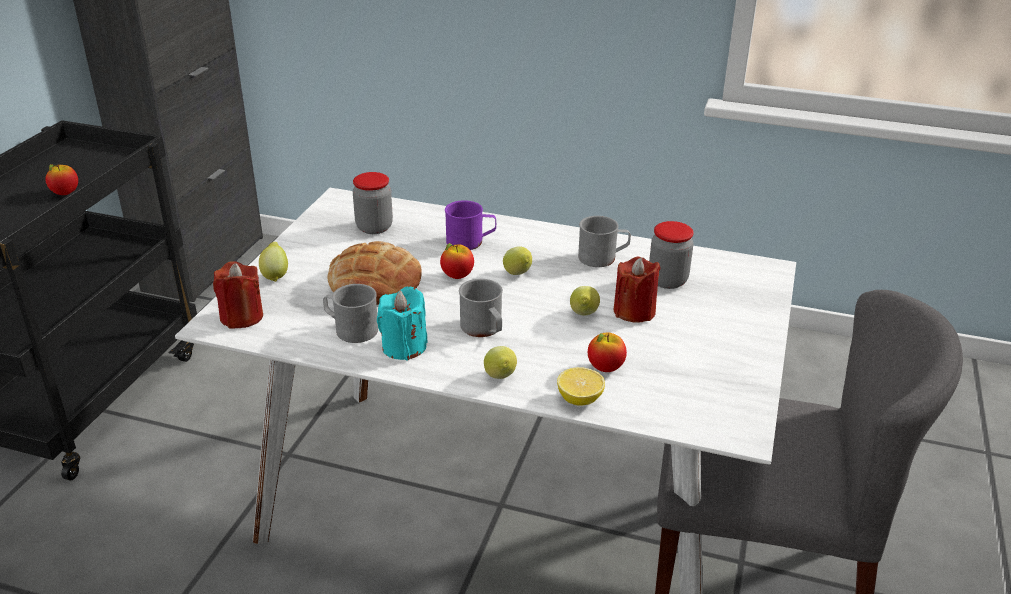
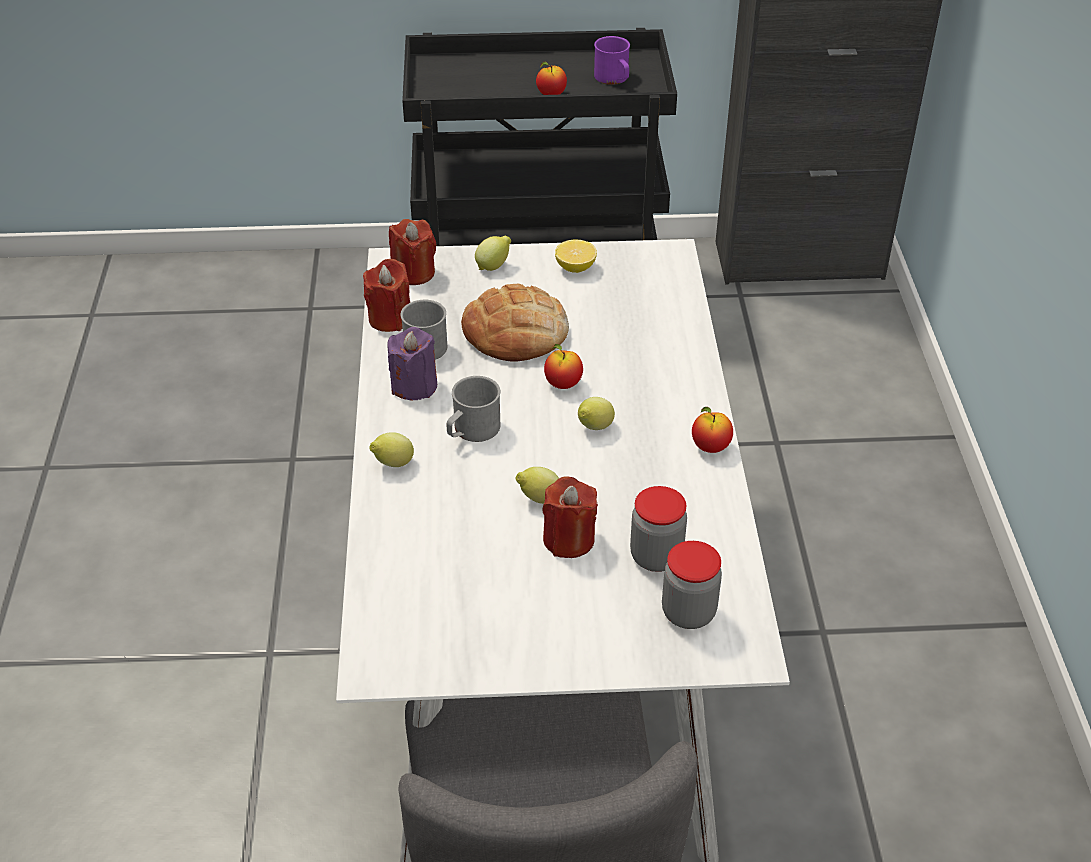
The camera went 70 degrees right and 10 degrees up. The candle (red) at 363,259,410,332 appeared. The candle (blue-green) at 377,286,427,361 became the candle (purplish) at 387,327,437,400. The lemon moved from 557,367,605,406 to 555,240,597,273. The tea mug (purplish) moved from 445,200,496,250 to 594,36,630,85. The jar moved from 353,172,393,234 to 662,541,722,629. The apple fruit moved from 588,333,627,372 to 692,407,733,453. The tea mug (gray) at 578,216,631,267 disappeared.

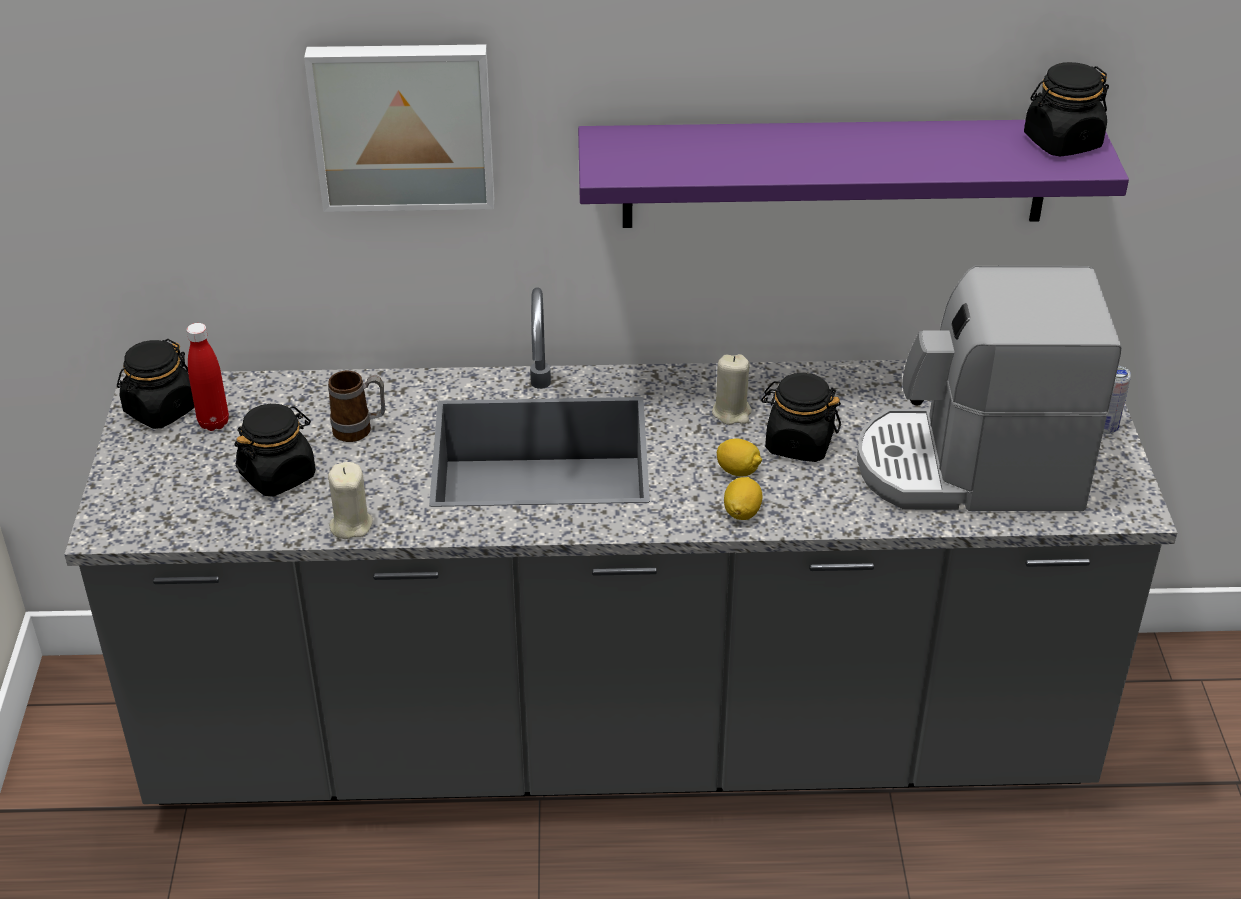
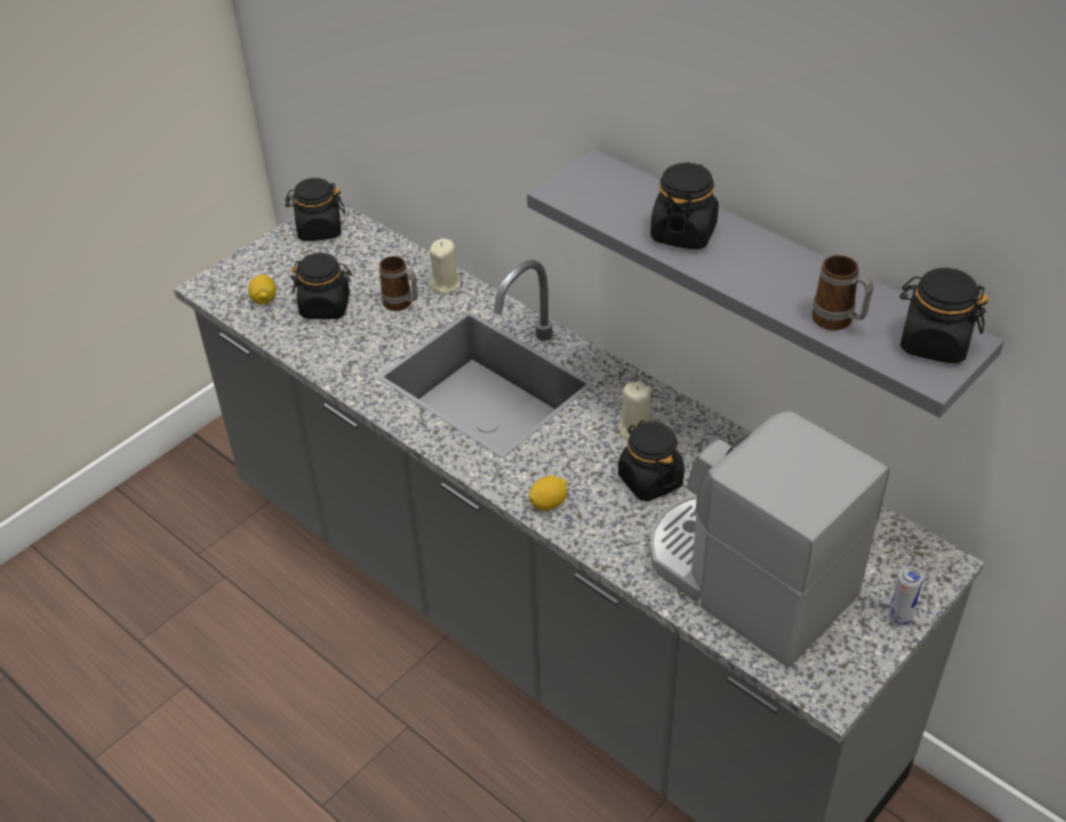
The camera went 45 degrees right and 5 degrees up. The lemon moved from 717,438,762,476 to 248,275,276,304. The candle (beige) moved from 328,462,373,539 to 429,238,461,294. The shelf (purplish) at 578,120,1129,228 became the shelf (gray) at 527,149,1004,418. The jar (black) at 650,162,719,250 appeared. The tea mug at 812,255,874,330 appeared. The bottle (red) at 187,323,229,431 disappeared. The wall art at 304,44,494,212 disappeared.

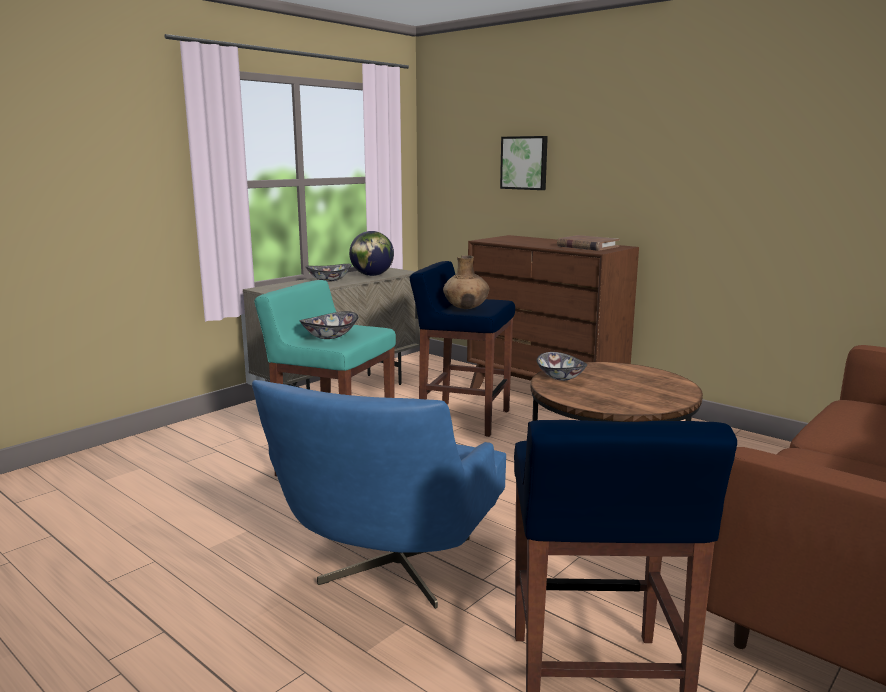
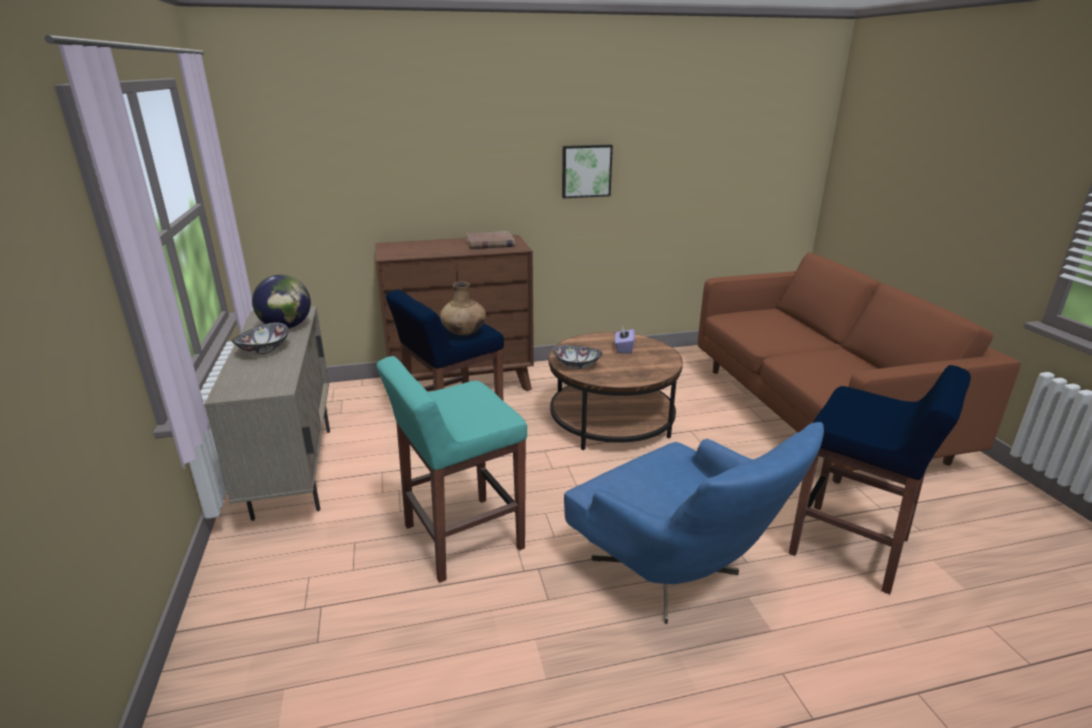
The camera went 55 degrees left and 10 degrees up. The wall art moved from 500,136,548,190 to 562,145,613,198. The tissue holder (purplish) at 615,327,635,354 appeared. The deep dish at 300,311,358,339 disappeared.

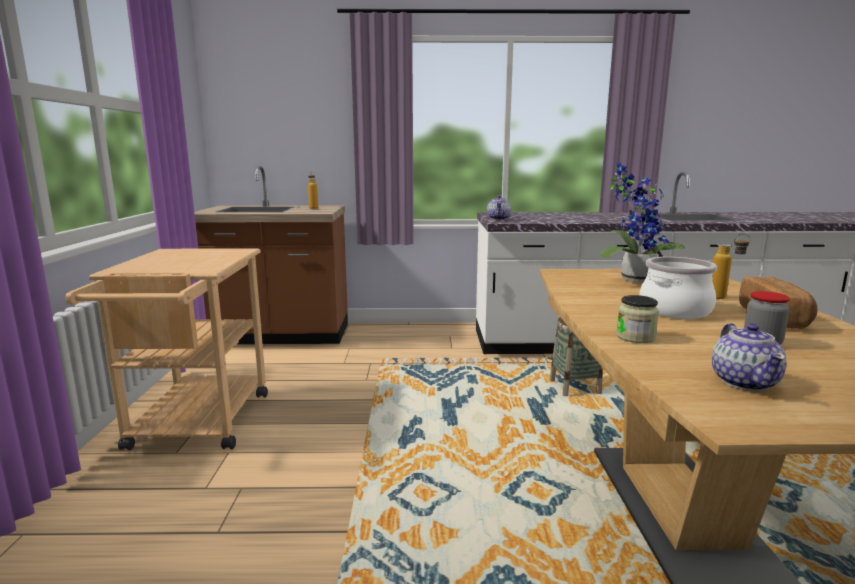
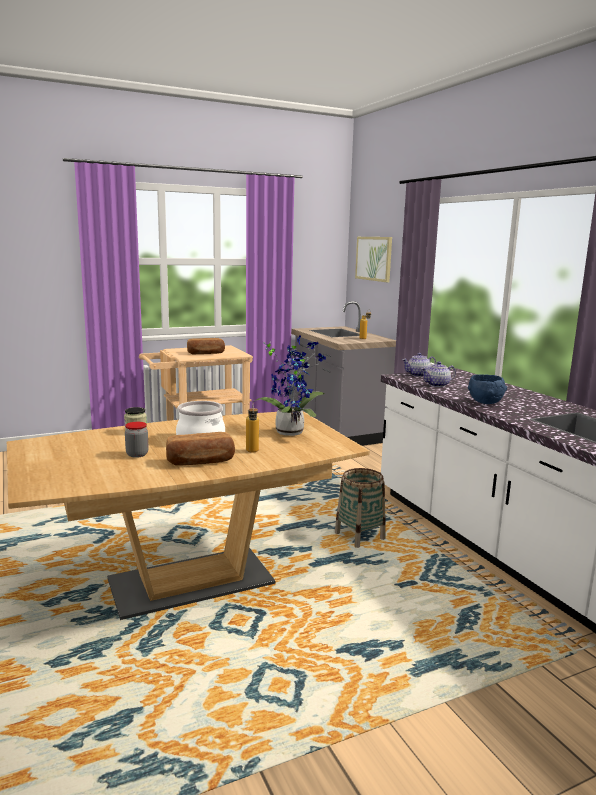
The camera went 65 degrees right and 0 degrees up. The baked bread at 187,338,225,354 appeared. The kitchen counter (brown-coloured) at 194,166,348,344 became the kitchen counter (gray) at 291,301,396,446. The wall art at 355,237,392,282 appeared. The pot for tea moved from 712,323,786,391 to 421,362,456,387. The deep dish (blue) at 468,374,507,404 appeared.

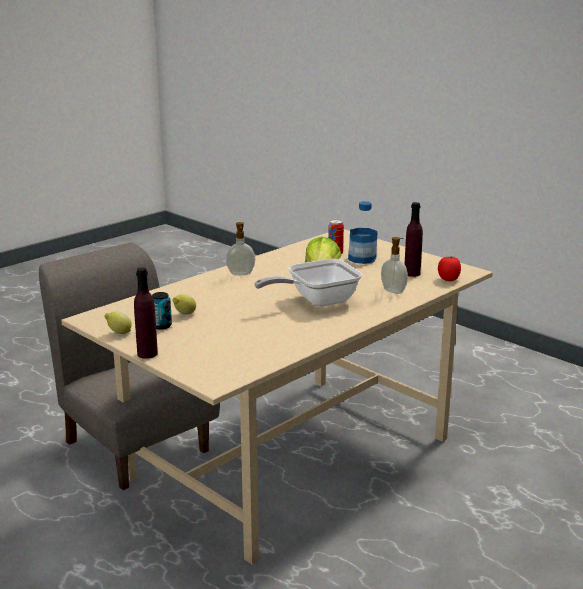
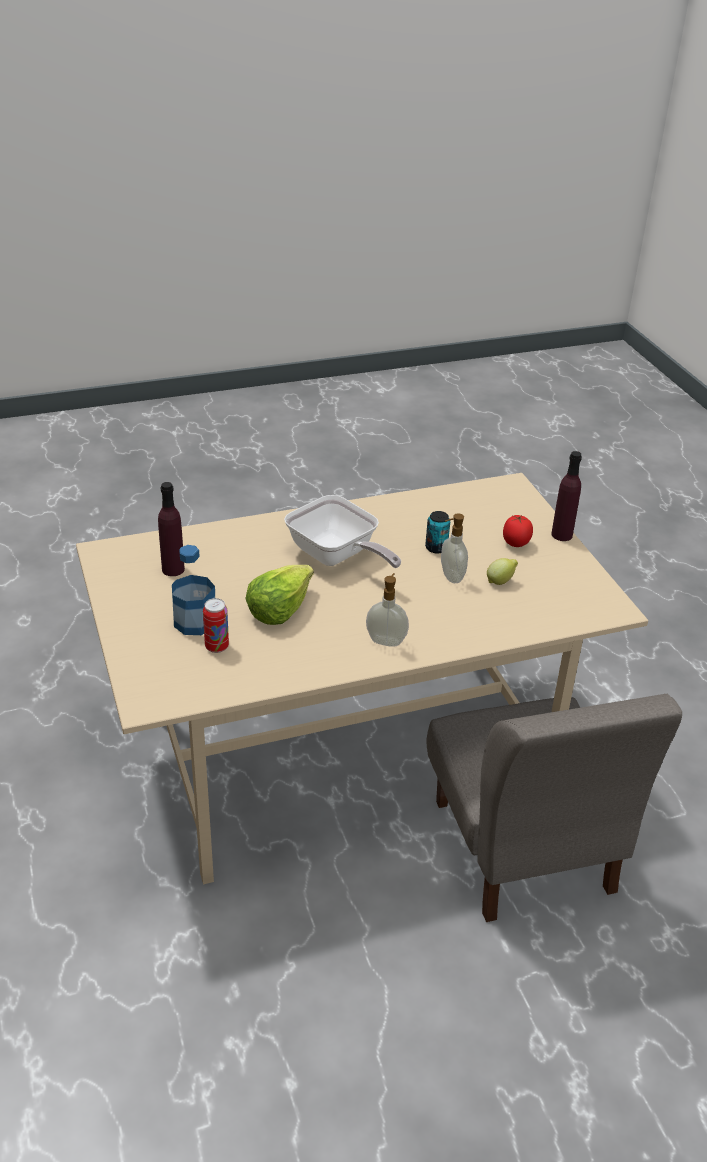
The camera went 155 degrees left and 15 degrees up. The pan at 254,259,362,307 turned 45 degrees clockwise. The metal can moved from 152,292,172,330 to 425,511,450,553. The soap bottle moved from 381,237,408,294 to 441,513,468,583. The tomato moved from 438,256,461,281 to 503,515,533,547. The lemon at 104,312,132,334 disappeared.

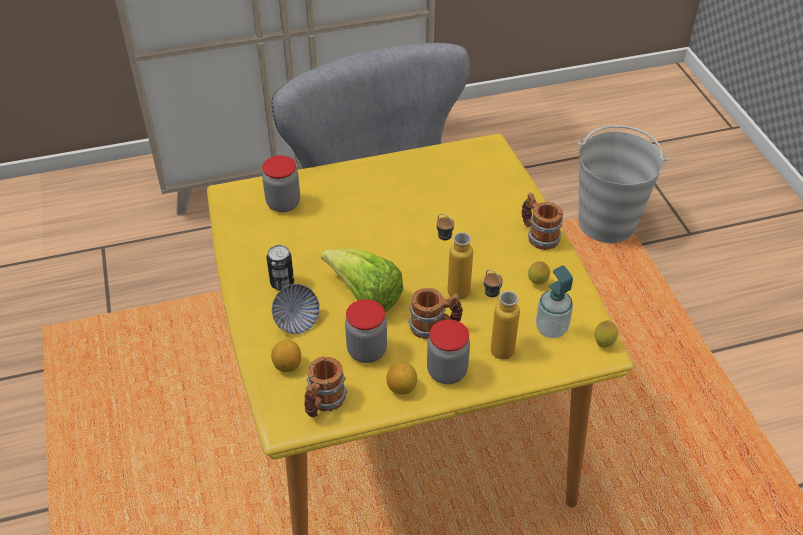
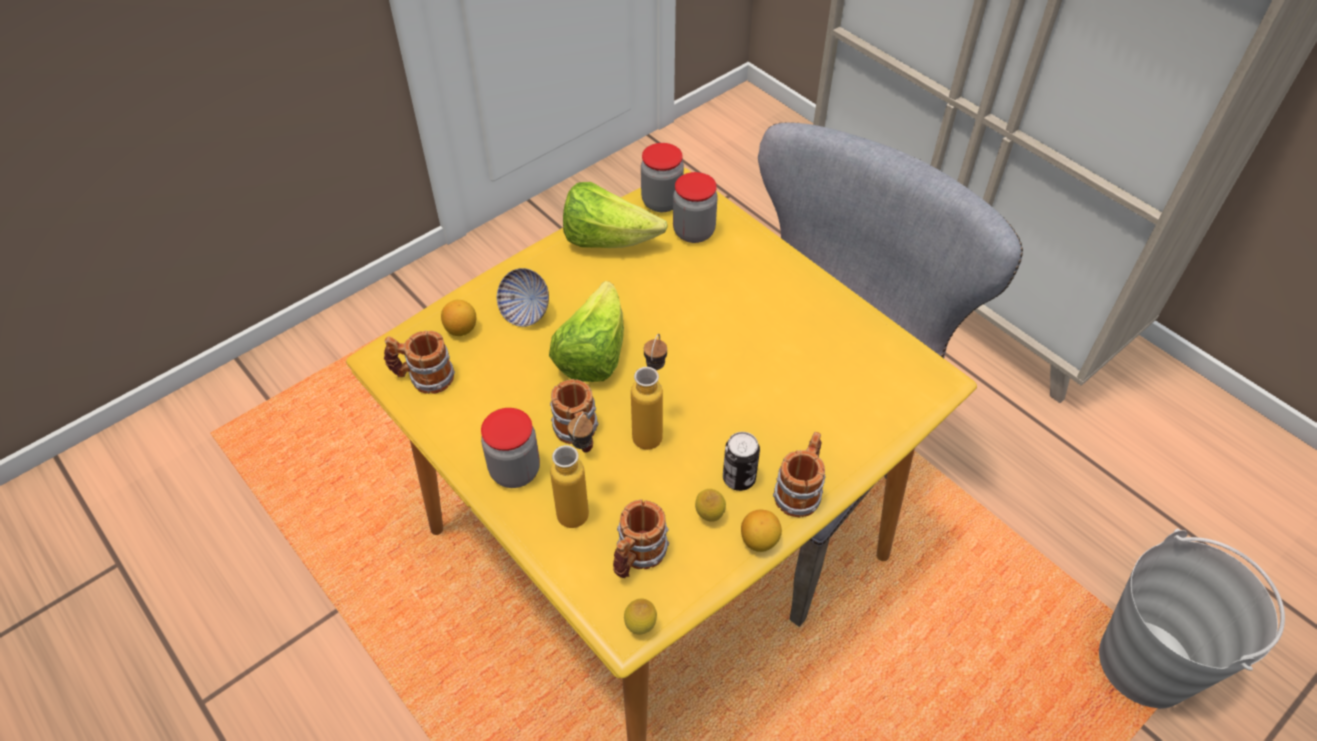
The camera went 65 degrees right and 5 degrees up. The head of lettuce at 563,182,668,248 appeared. The soap bottle at 536,265,573,338 was replaced by the tea mug at 613,499,669,578. The jar moved from 345,299,387,363 to 641,143,684,212. The metal can moved from 266,245,294,290 to 723,432,760,491. The lemon moved from 386,362,417,395 to 741,510,782,552.

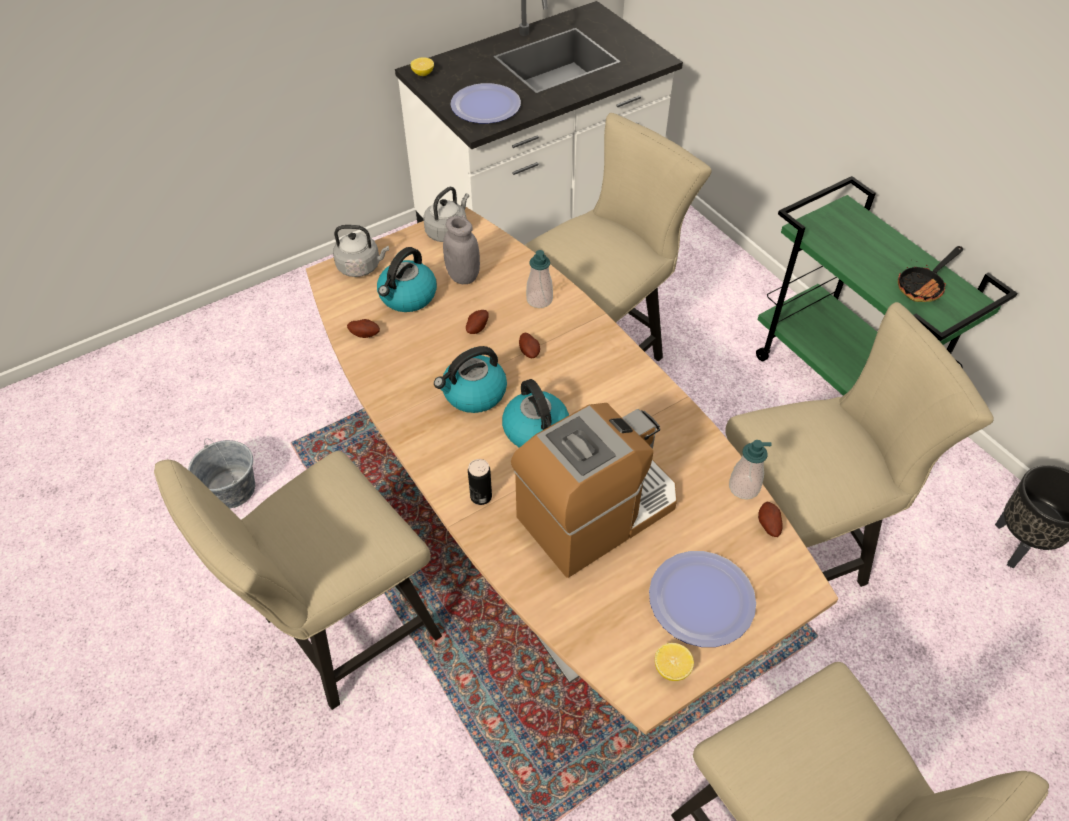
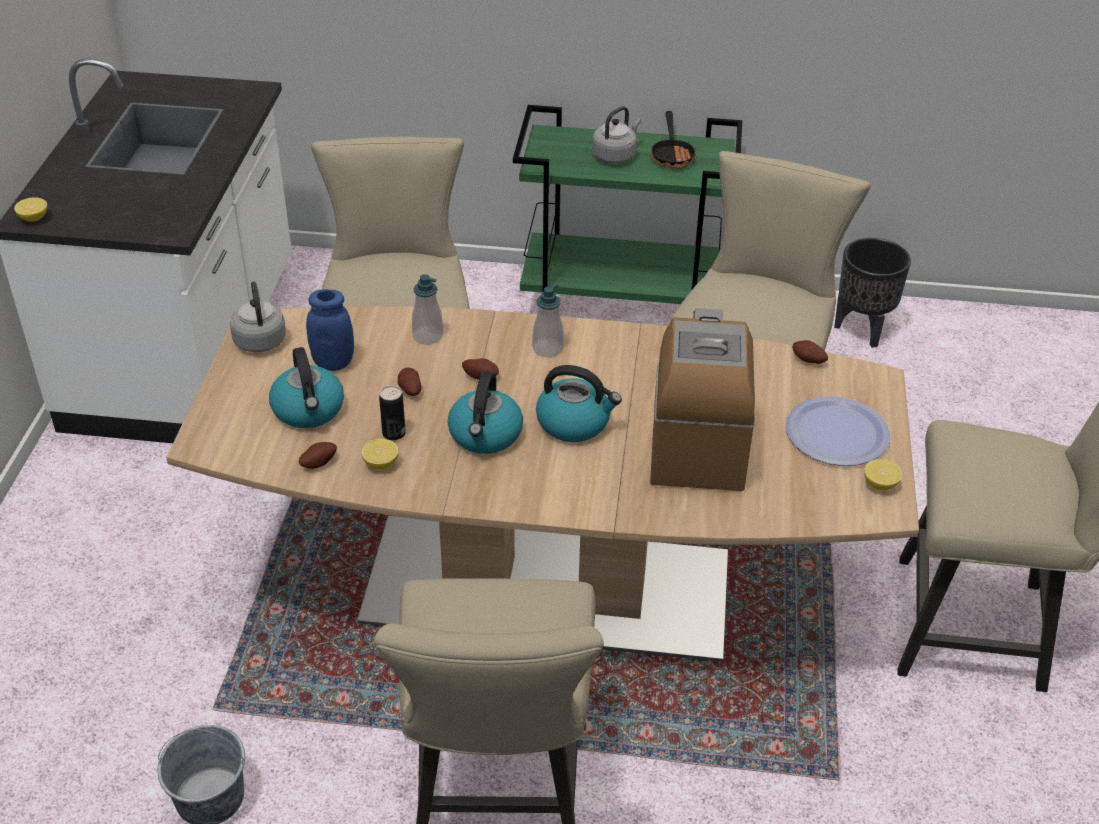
The camera went 50 degrees left and 10 degrees down. The jar (gray) at 443,216,480,284 became the jar (blue) at 306,289,354,371. The lemon at 362,439,398,469 appeared. The metal can moved from 468,459,492,505 to 379,386,406,440. The soap bottle moved from 729,440,772,500 to 532,283,564,357. The tea kettle (gray) moved from 333,225,389,277 to 592,106,641,164. The dinner plate at 450,83,521,124 disappeared.

